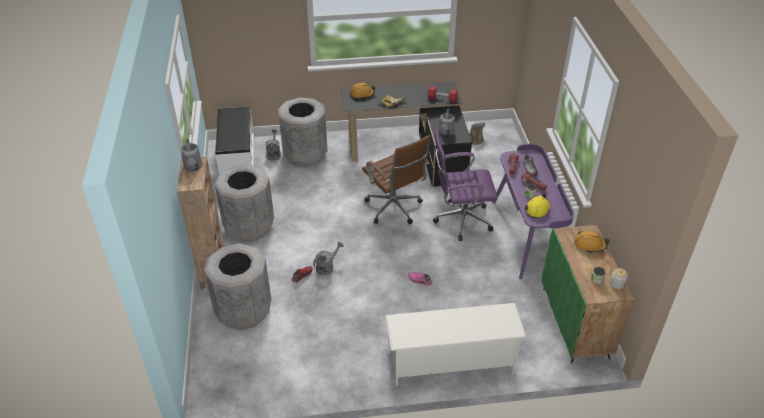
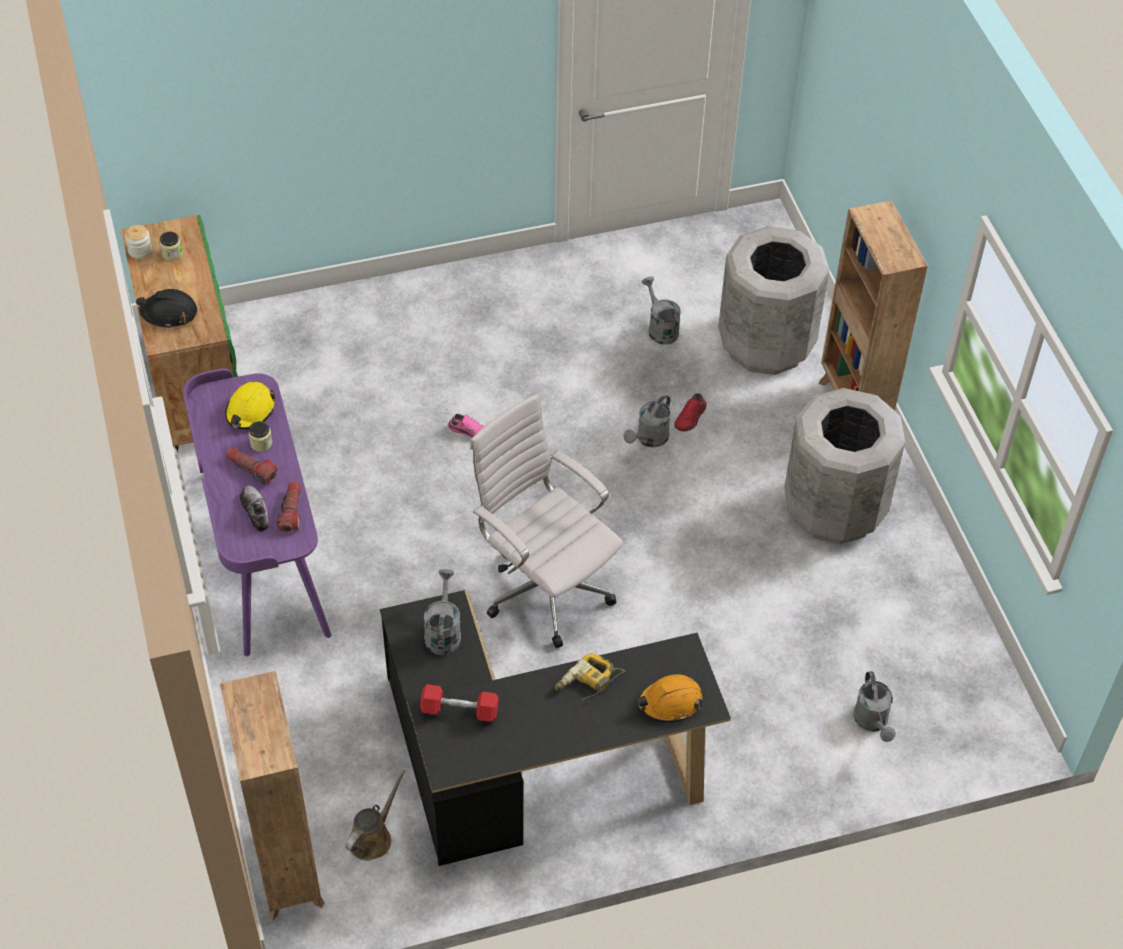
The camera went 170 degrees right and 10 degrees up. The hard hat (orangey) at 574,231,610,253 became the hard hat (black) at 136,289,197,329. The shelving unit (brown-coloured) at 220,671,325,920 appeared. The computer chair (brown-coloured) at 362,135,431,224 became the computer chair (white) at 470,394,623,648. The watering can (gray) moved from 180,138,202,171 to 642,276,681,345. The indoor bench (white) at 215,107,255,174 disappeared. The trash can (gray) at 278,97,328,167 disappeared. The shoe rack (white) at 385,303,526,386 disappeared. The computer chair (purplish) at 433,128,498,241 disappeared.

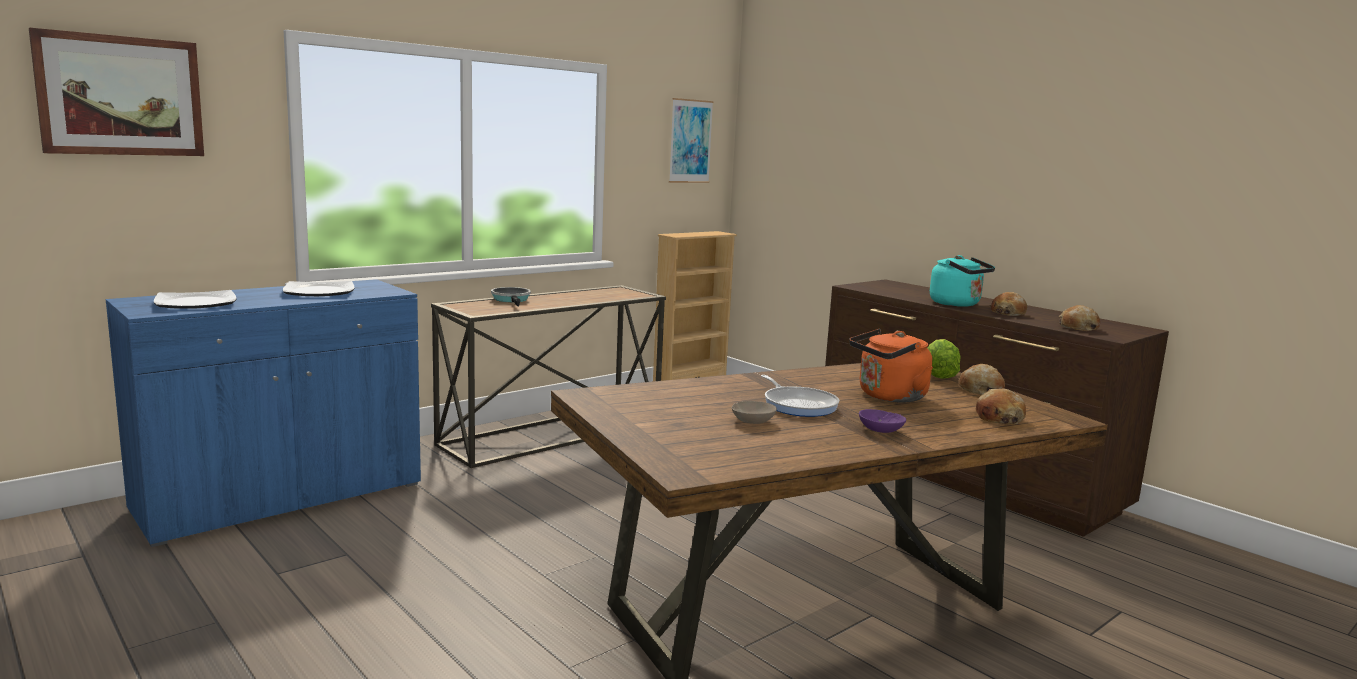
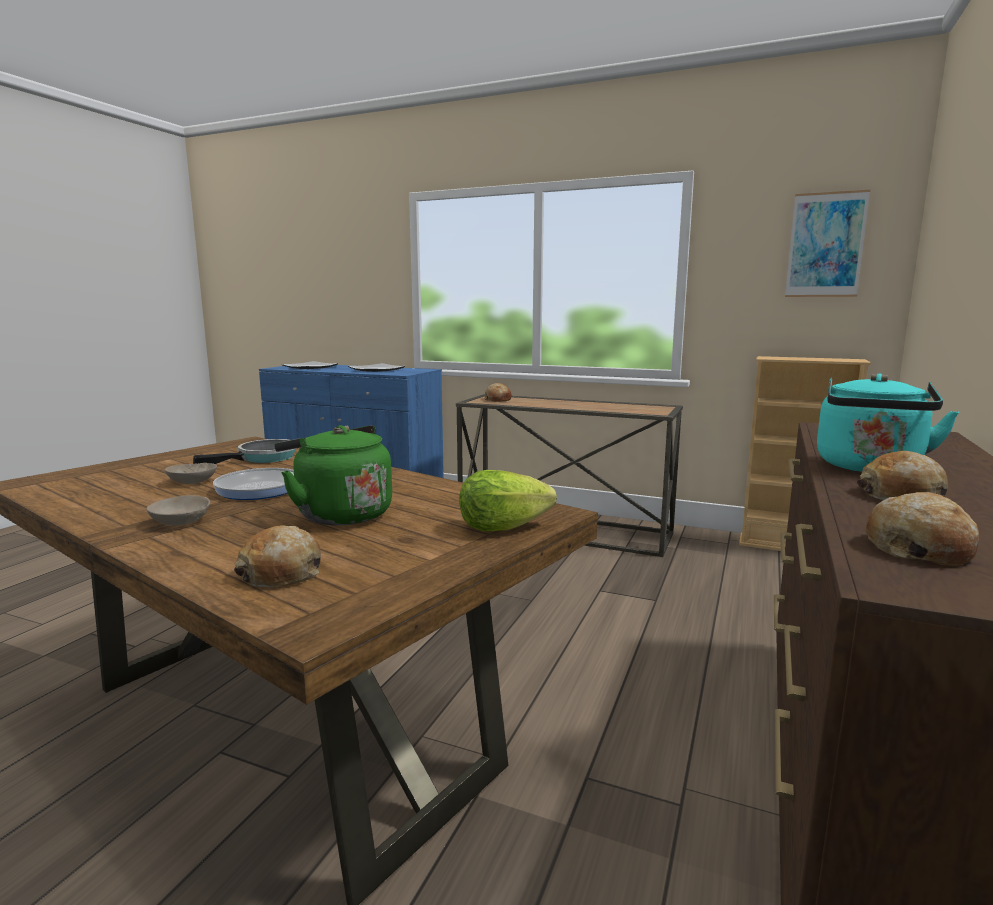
The camera went 65 degrees right and 0 degrees up. The deep dish (purplish) at 859,409,906,433 became the deep dish (beige) at 147,495,210,526. The pan moved from 491,287,531,307 to 193,439,296,464. The tea kettle (orangey) at 849,329,933,403 became the tea kettle (greenish) at 274,425,392,525. The baked bread moved from 959,364,1005,395 to 485,383,512,402. The wall art at 29,28,204,156 disappeared.

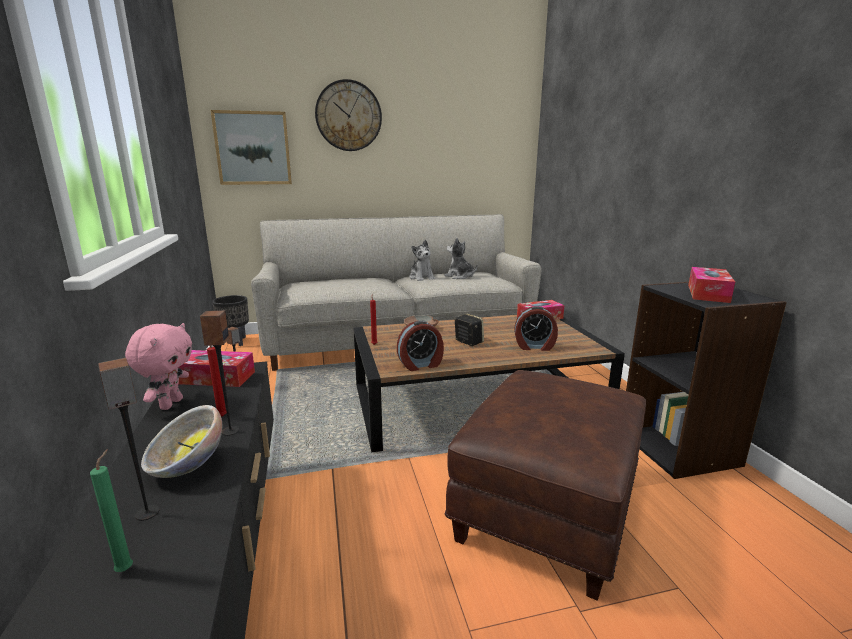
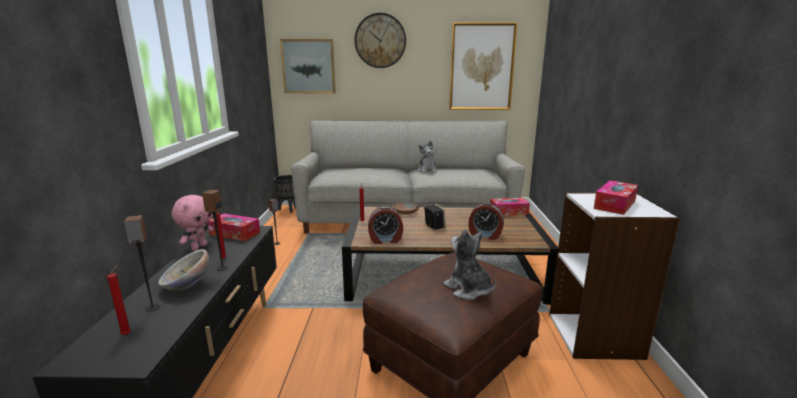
The camera went 15 degrees right and 0 degrees up. The candle (greenish) at 90,449,133,572 became the candle (red) at 107,265,131,335. The cuddly toy moved from 444,238,478,279 to 444,229,496,300. The wall art at 449,22,518,110 appeared. The shelving unit (black) at 626,282,787,479 became the shelving unit (white) at 549,192,680,360.

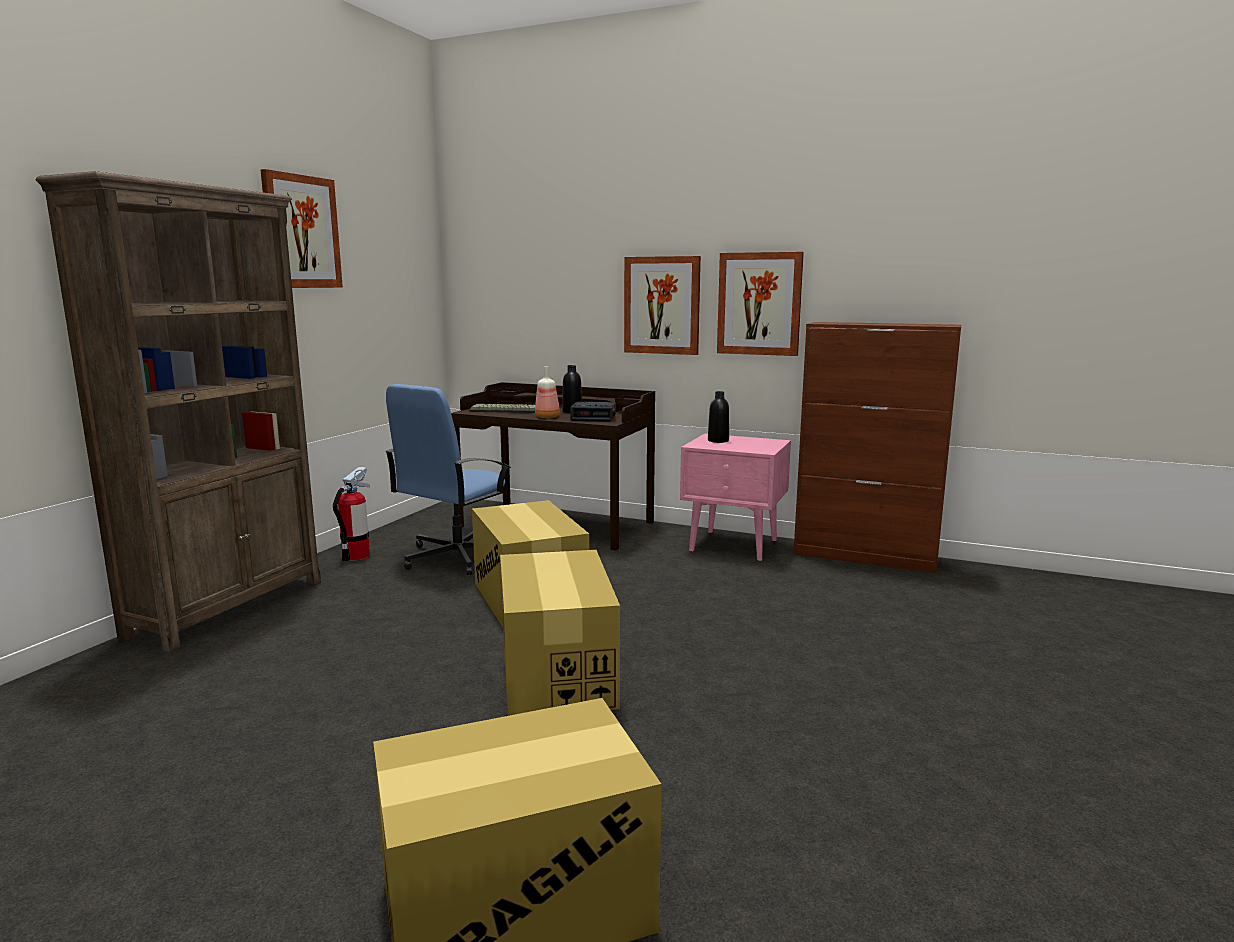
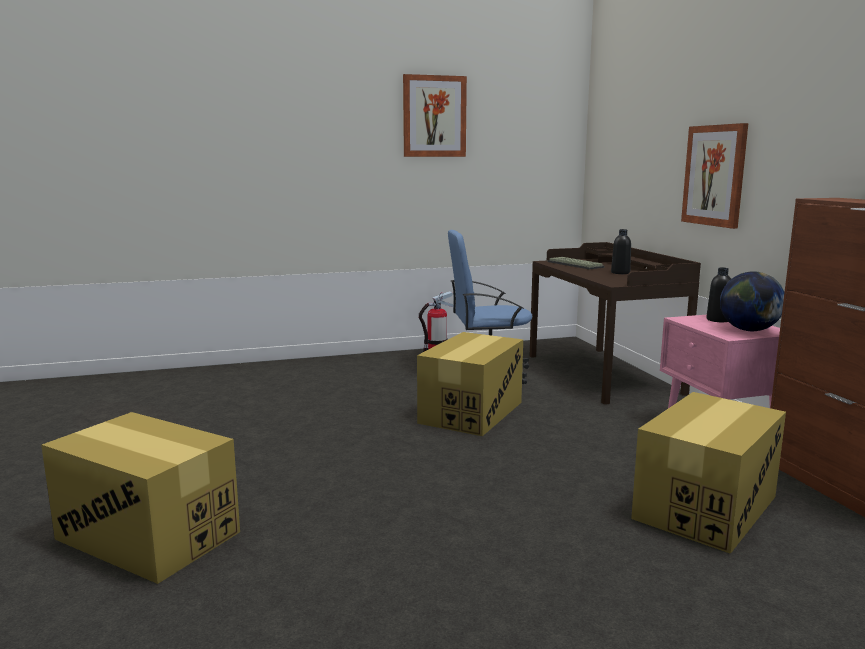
The camera went 50 degrees right and 0 degrees up. The carton moved from 500,550,620,716 to 631,392,786,554. The world globe at 720,271,784,331 appeared. The shelving unit (brown-coloured) at 36,171,321,653 disappeared. The bottle at 535,366,560,418 disappeared. The bedside clock at 570,401,616,422 disappeared. The wall art at 717,252,804,356 disappeared.

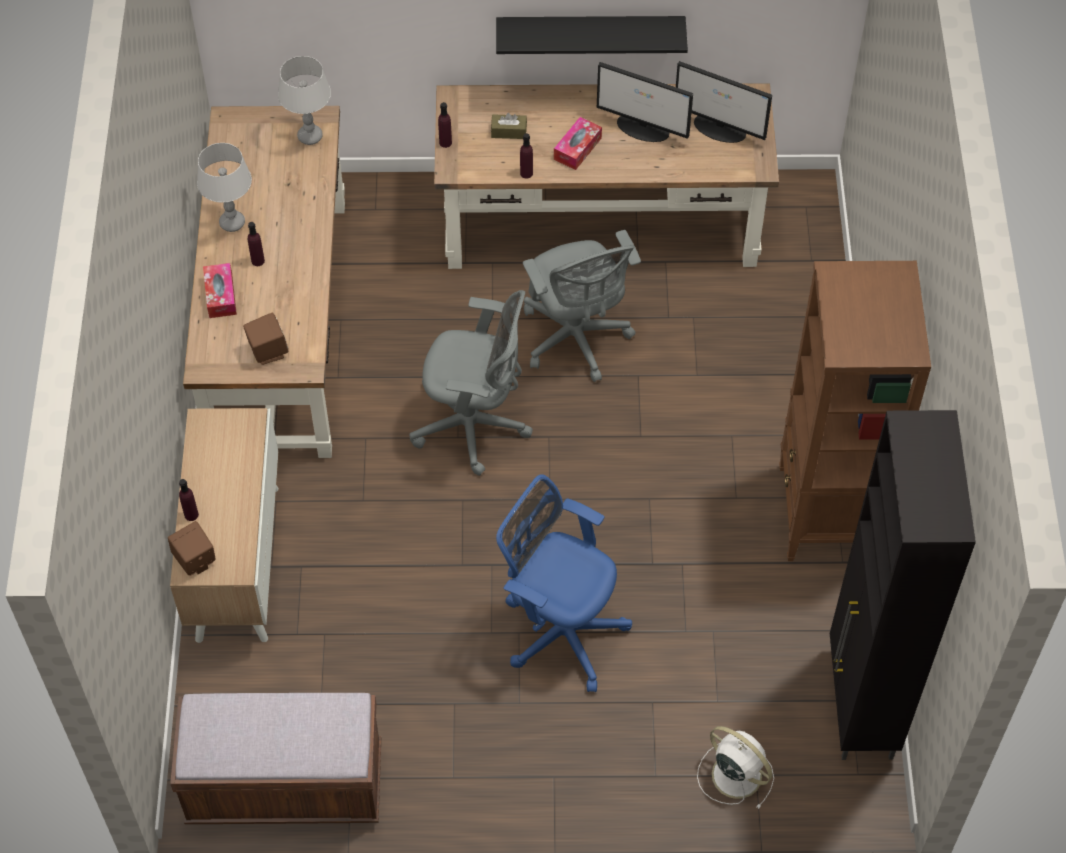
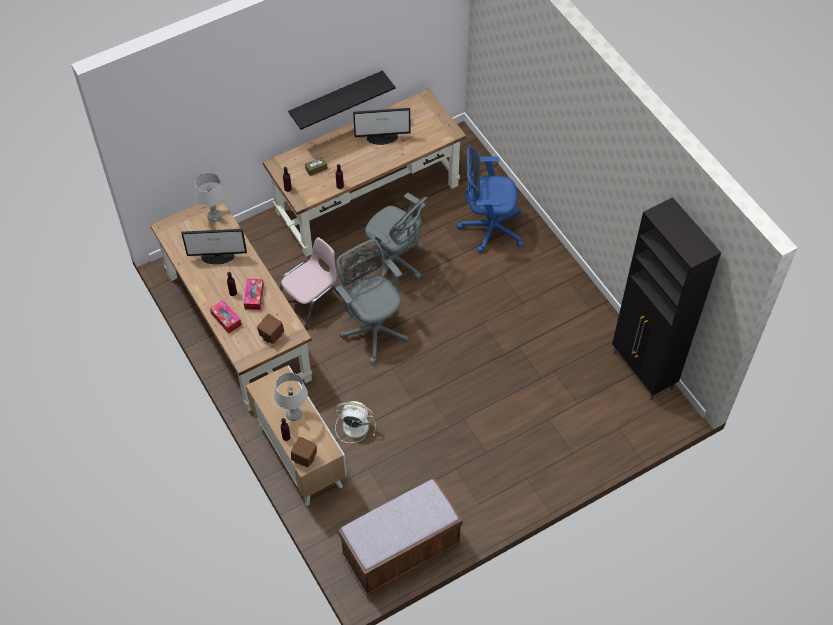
The camera went 30 degrees left and 0 degrees up. The computer screen moved from 676,61,772,143 to 182,229,247,264. The tissue holder moved from 554,117,602,170 to 244,279,264,310. The table lamp (gray) moved from 197,143,252,232 to 274,373,308,421. The plain chair (pinkish) at 280,237,343,329 appeared. The computer chair (gray) at 409,290,533,476 turned 105 degrees counterclockwise. The electric fan (white) moved from 697,726,774,809 to 335,401,376,443. The computer chair (blue) moved from 496,474,632,692 to 457,146,523,253. The shelving unit (brown-coloured) at 779,261,931,561 disappeared.

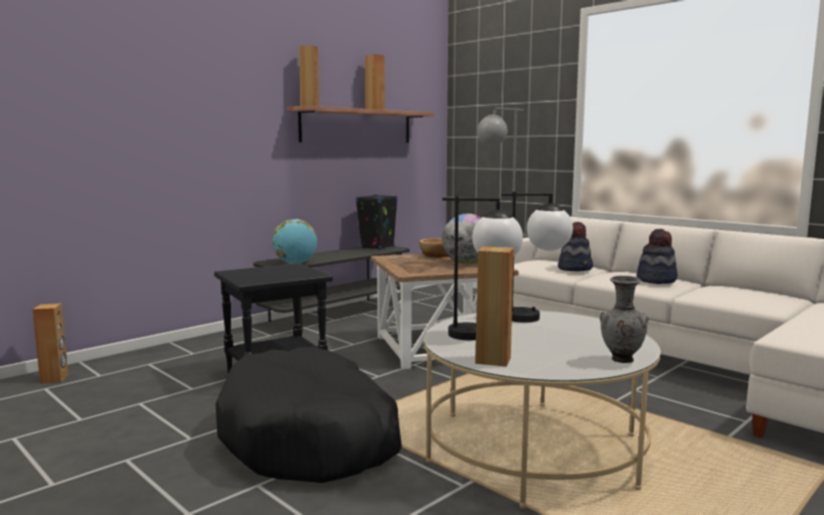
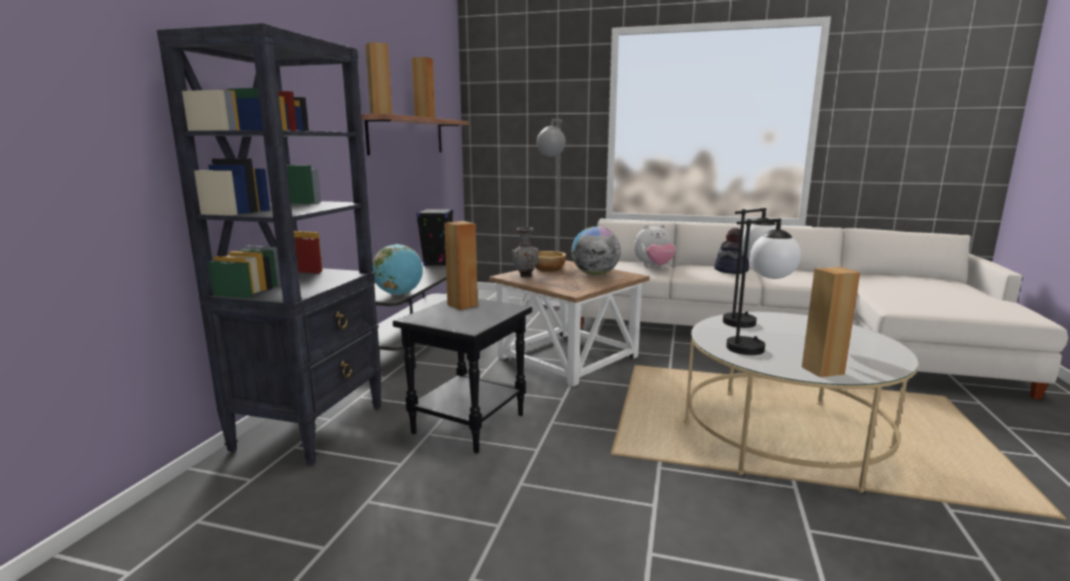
The camera went 30 degrees left and 5 degrees up. The shelving unit (black) at 157,23,382,466 appeared. The speaker (brown-coloured) moved from 32,303,68,384 to 444,221,478,310. The vase (gray) moved from 600,276,648,363 to 512,227,538,277. The hat at 558,222,593,271 was replaced by the cuddly toy at 634,225,676,266. The dog bed (black) at 216,347,402,483 disappeared.

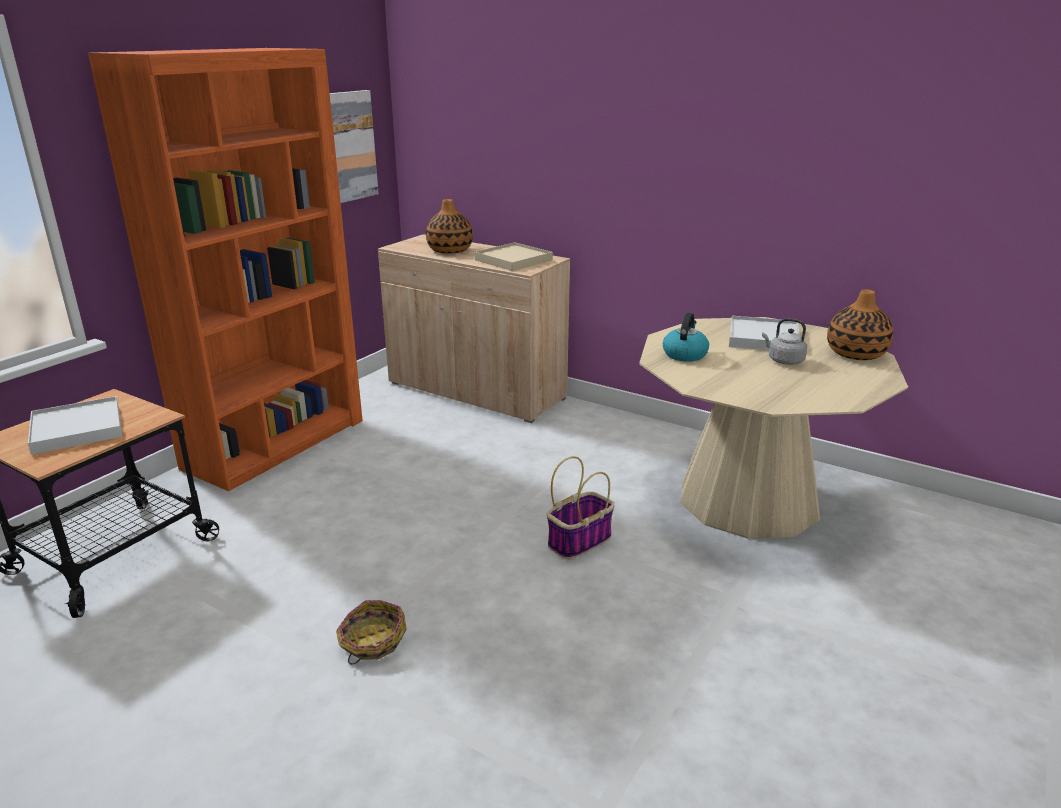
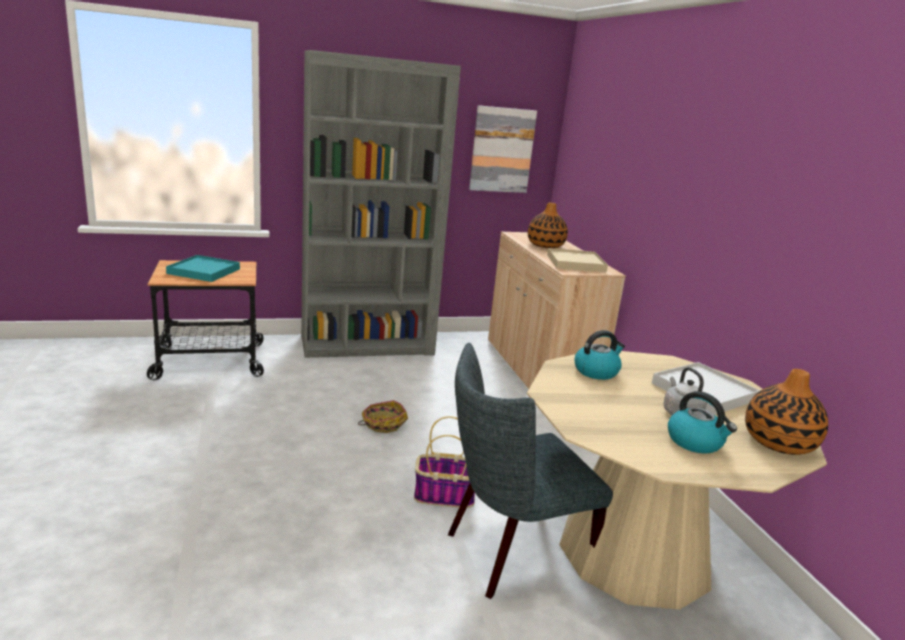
The camera went 40 degrees right and 5 degrees down. The serving tray (white) at 28,396,122,455 became the serving tray (blue-green) at 166,255,240,282. The shelving unit (orangey) at 88,48,363,491 became the shelving unit (gray) at 301,50,461,358. The household basket moved from 336,600,407,665 to 358,400,408,433. The plain chair (gray) at 448,343,613,599 appeared. The tea kettle at 668,391,737,454 appeared.

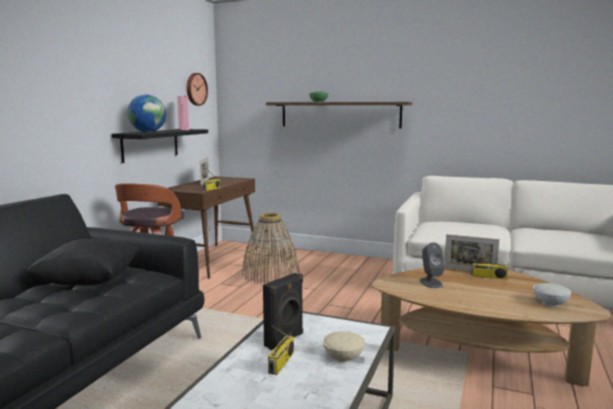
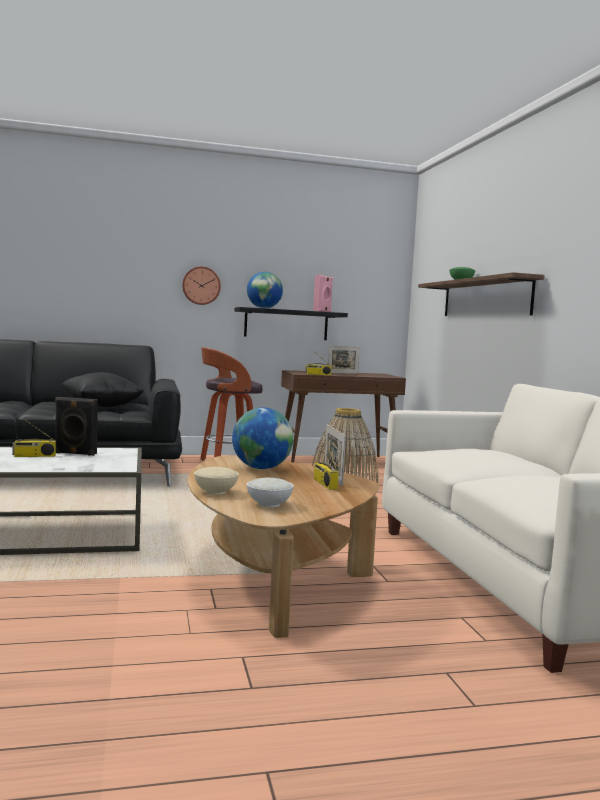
The camera went 55 degrees right and 5 degrees down. The clock on the wall moved from 187,73,208,106 to 182,266,221,305. The deep dish (beige) moved from 323,331,365,362 to 194,467,239,495. The speaker (gray) at 420,242,445,288 was replaced by the world globe at 232,407,294,469.

